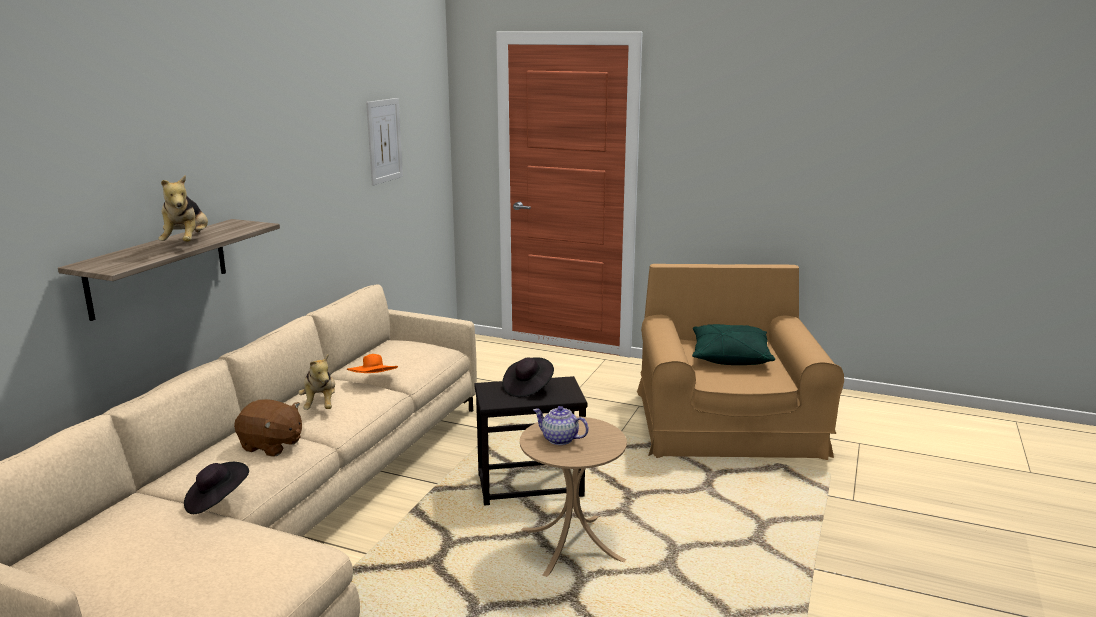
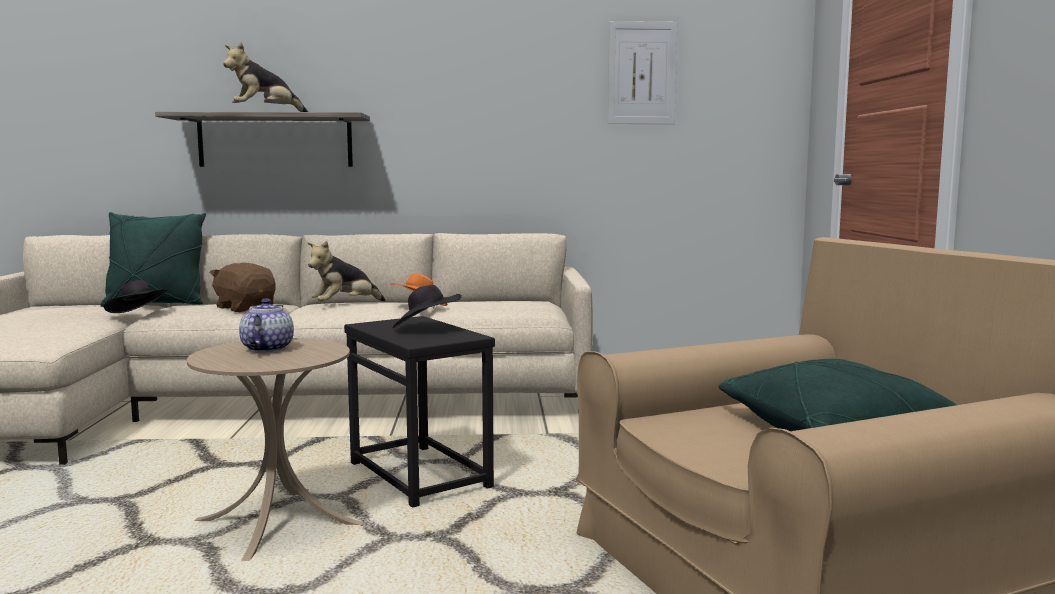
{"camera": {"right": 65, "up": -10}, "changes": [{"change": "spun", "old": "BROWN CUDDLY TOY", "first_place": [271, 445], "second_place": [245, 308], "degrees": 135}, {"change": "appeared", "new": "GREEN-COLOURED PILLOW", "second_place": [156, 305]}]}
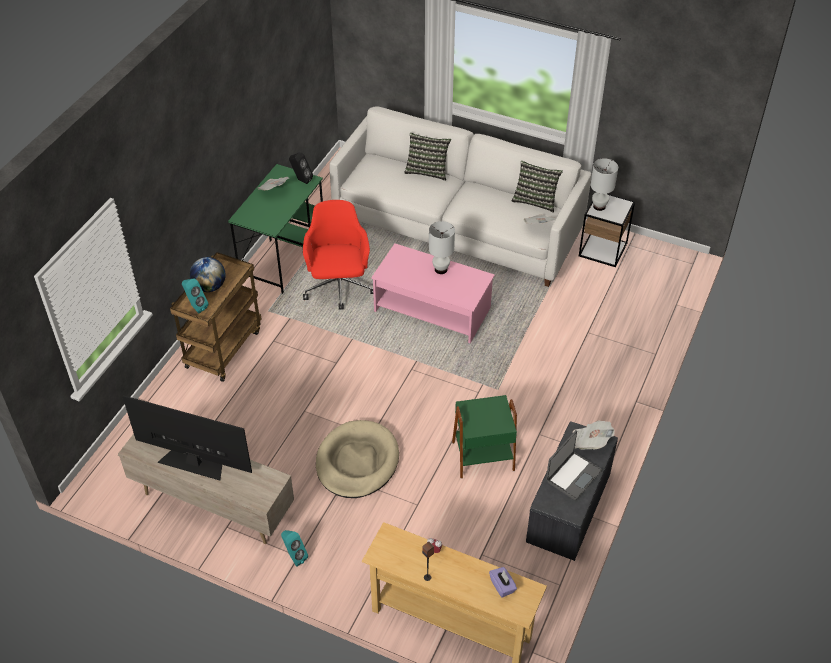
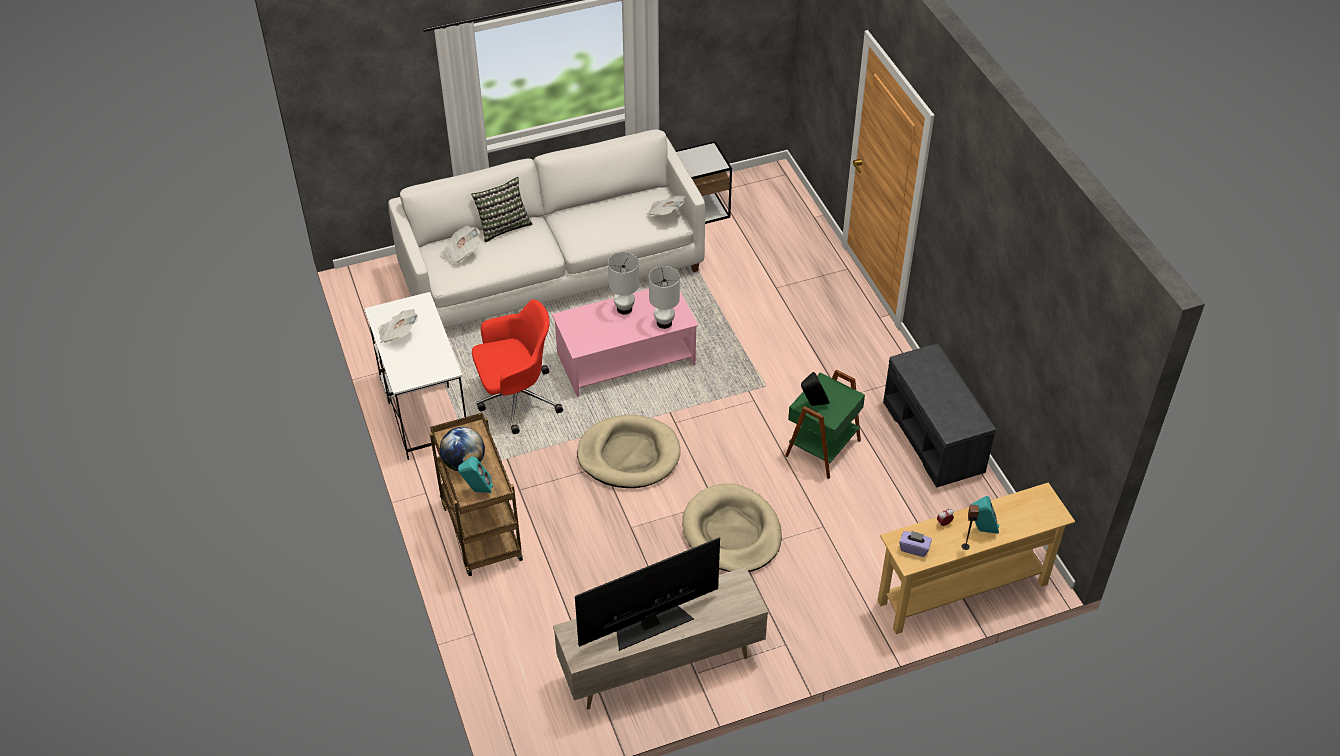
{"camera": {"right": -45, "up": 0}, "changes": [{"change": "colour", "old": "GREEN-COLOURED DESK", "new": "WHITE-COLOURED DESK", "first_place": [283, 257], "second_place": [423, 409]}, {"change": "relocated", "old": "TURQUOISE-COLOURED LOUDSPEAKER", "first_place": [294, 557], "second_place": [981, 529]}, {"change": "relocated", "old": "BLACKISH LOUDSPEAKER", "first_place": [301, 180], "second_place": [813, 404]}, {"change": "spun", "old": "RED OFFICE CHAIR", "first_place": [339, 287], "second_place": [516, 399], "degrees": 120}, {"change": "relocated", "old": "PURPLE-COLOURED BOX OF TISSUES", "first_place": [502, 586], "second_place": [914, 548]}, {"change": "missing", "old": "PILLOW", "first_place": [535, 200]}, {"change": "missing", "old": "NOTEBOOK COMPUTER", "first_place": [572, 475]}, {"change": "relocated", "old": "DAILY PAPER", "first_place": [590, 441], "second_place": [460, 253]}, {"change": "relocated", "old": "WHITE-COLOURED TABLETOP LAMP", "first_place": [599, 206], "second_place": [664, 322]}, {"change": "appeared", "new": "BEIGE-COLOURED DOG BED", "second_place": [629, 455]}]}
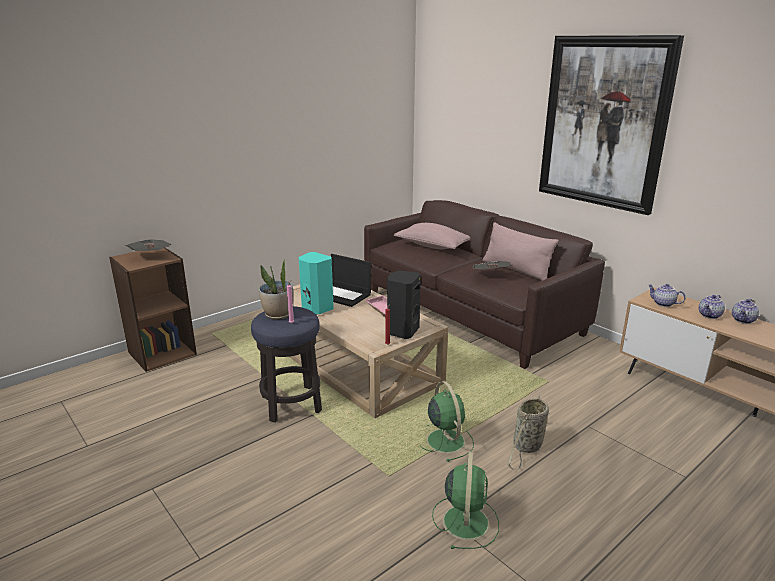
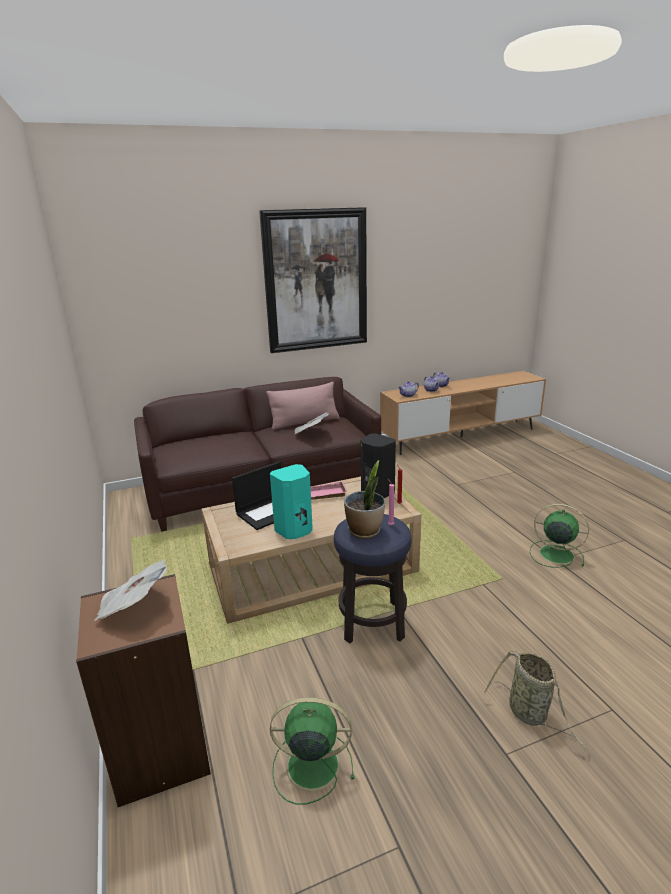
{"camera": {"right": -70, "up": 0}, "changes": [{"change": "missing", "old": "PINKISH PILLOW", "first_place": [432, 246]}, {"change": "relocated", "old": "GREEN-COLOURED FAN", "first_place": [444, 440], "second_place": [310, 765]}, {"change": "relocated", "old": "HOUSEHOLD BASKET", "first_place": [526, 447], "second_place": [530, 714]}]}
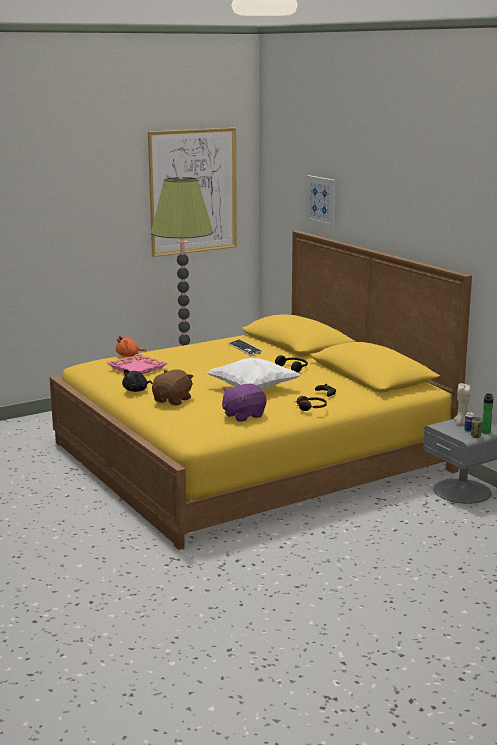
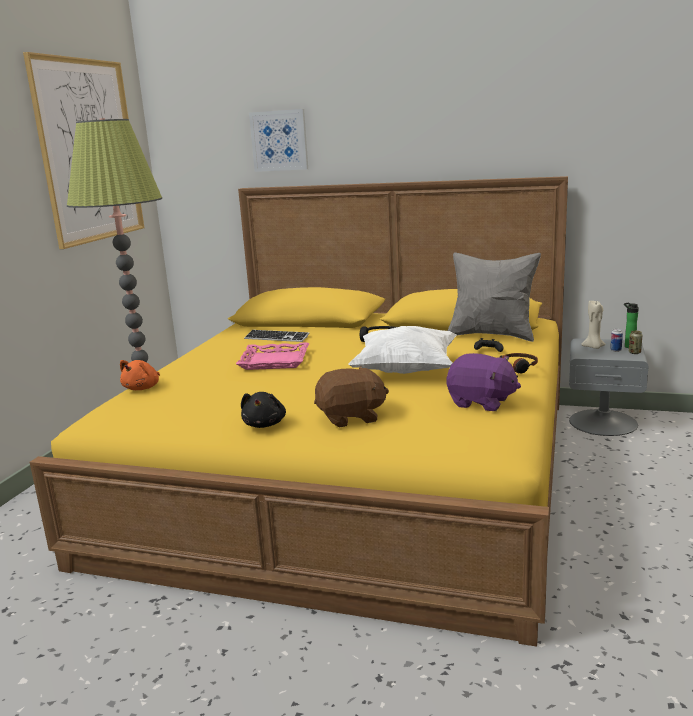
{"camera": {"right": -40, "up": 0}, "changes": [{"change": "relocated", "old": "PINKISH CARRYING TRAY", "first_place": [136, 368], "second_place": [274, 361]}, {"change": "spun", "old": "BROWN CUDDLY TOY", "first_place": [173, 400], "second_place": [351, 417], "degrees": 90}, {"change": "spun", "old": "PURPLE-COLOURED CUDDLY TOY", "first_place": [243, 415], "second_place": [481, 402], "degrees": -75}, {"change": "appeared", "new": "GREYISH PILLOW", "second_place": [492, 335]}]}
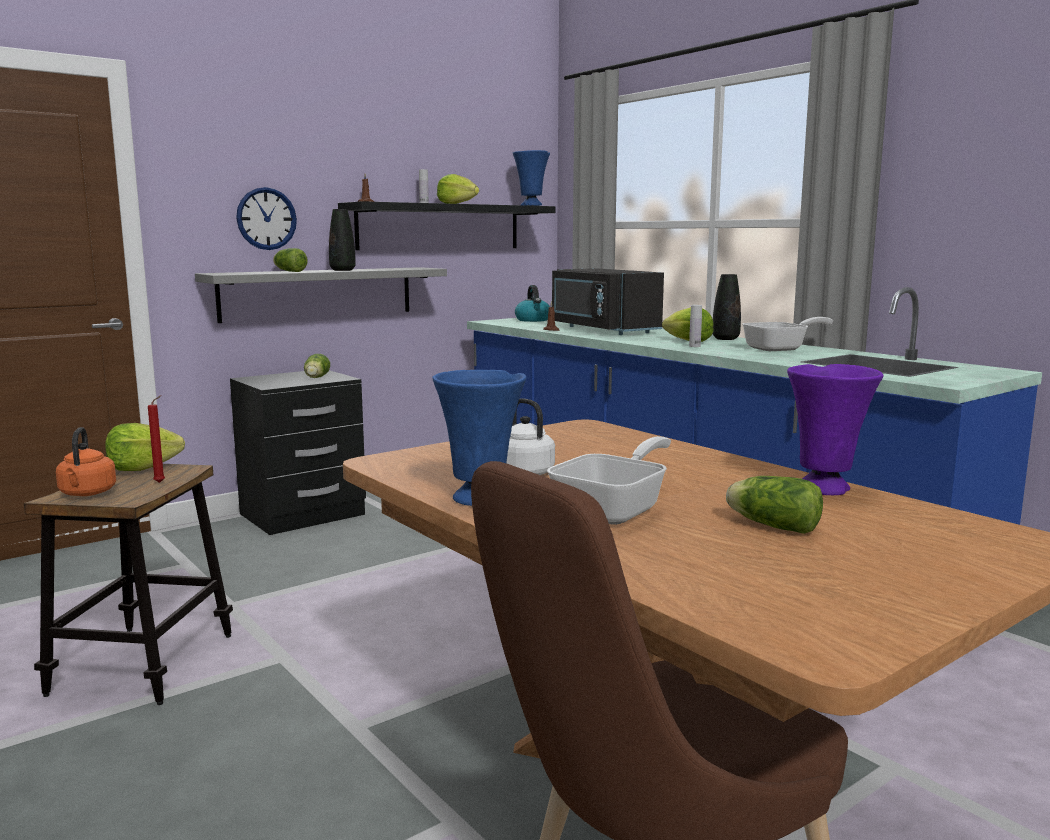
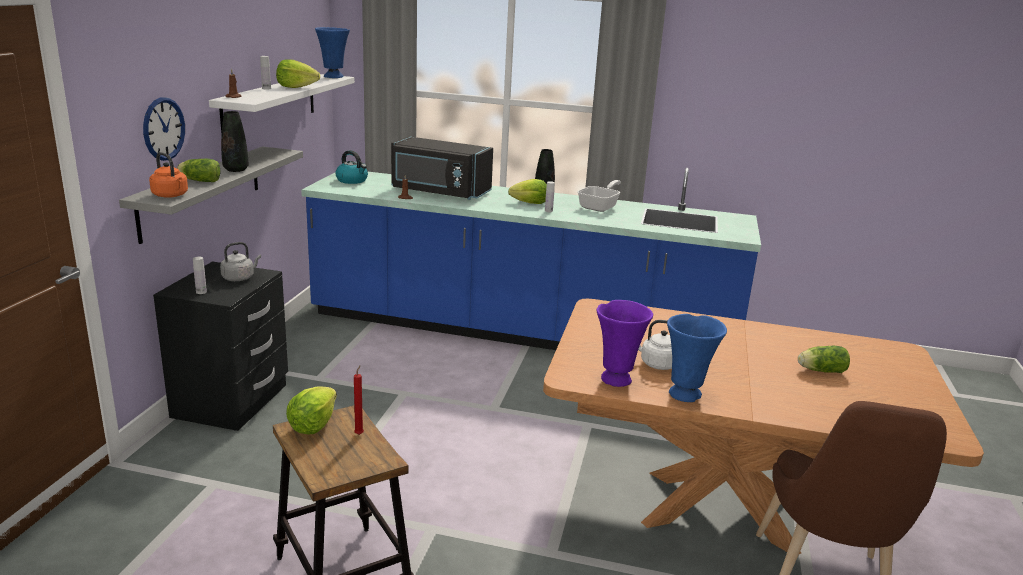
{"camera": {"right": -40, "up": 10}, "changes": [{"change": "relocated", "old": "ORANGEY KETTLE", "first_place": [87, 493], "second_place": [171, 195]}, {"change": "exchanged", "old": "LETTUCE", "new": "GREYISH KETTLE", "first_place": [316, 378], "second_place": [239, 278]}, {"change": "colour", "old": "BLACKISH BRACKET SHELF", "new": "WHITE-COLOURED BRACKET SHELF", "first_place": [440, 227], "second_place": [270, 105]}, {"change": "missing", "old": "PAN", "first_place": [615, 509]}, {"change": "relocated", "old": "PURPLE-COLOURED DECORATIVE VASE", "first_place": [825, 488], "second_place": [617, 379]}, {"change": "appeared", "new": "WHITE-COLOURED BOTTLE", "second_place": [201, 292]}]}
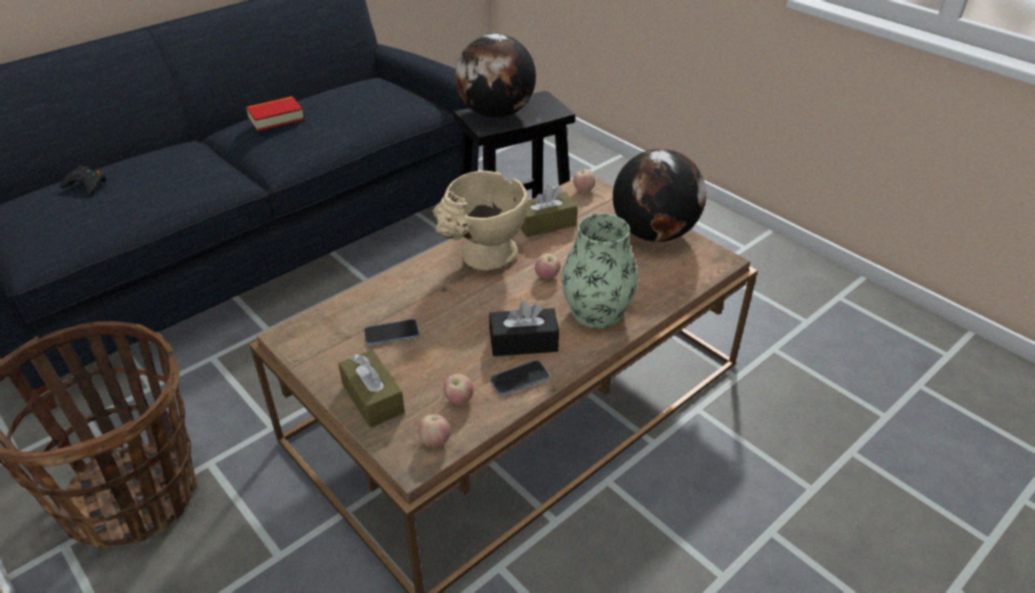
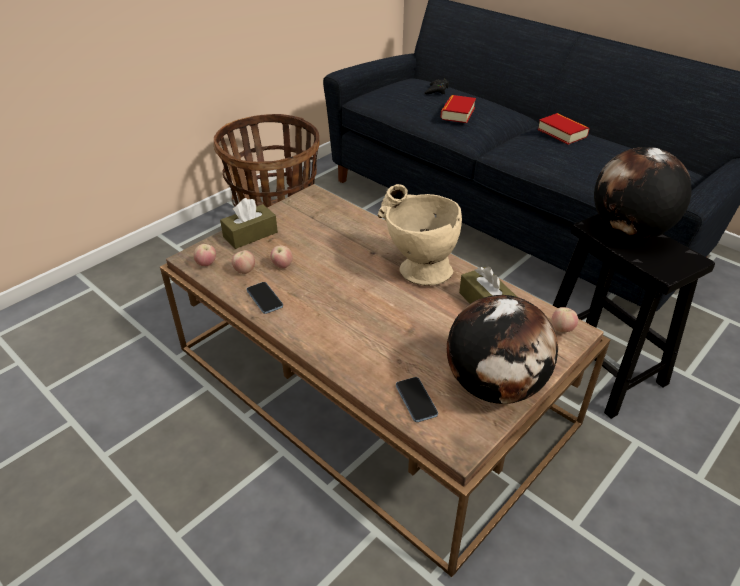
{"camera": {"right": 85, "up": 0}, "changes": [{"change": "relocated", "old": "TELEPHONE", "first_place": [391, 334], "second_place": [416, 400]}, {"change": "missing", "old": "BLACKISH BOX OF TISSUES", "first_place": [523, 342]}, {"change": "relocated", "old": "APPLE", "first_place": [547, 277], "second_place": [282, 266]}, {"change": "missing", "old": "DECORATIVE VASE", "first_place": [596, 311]}, {"change": "appeared", "new": "BOOK", "second_place": [457, 113]}]}
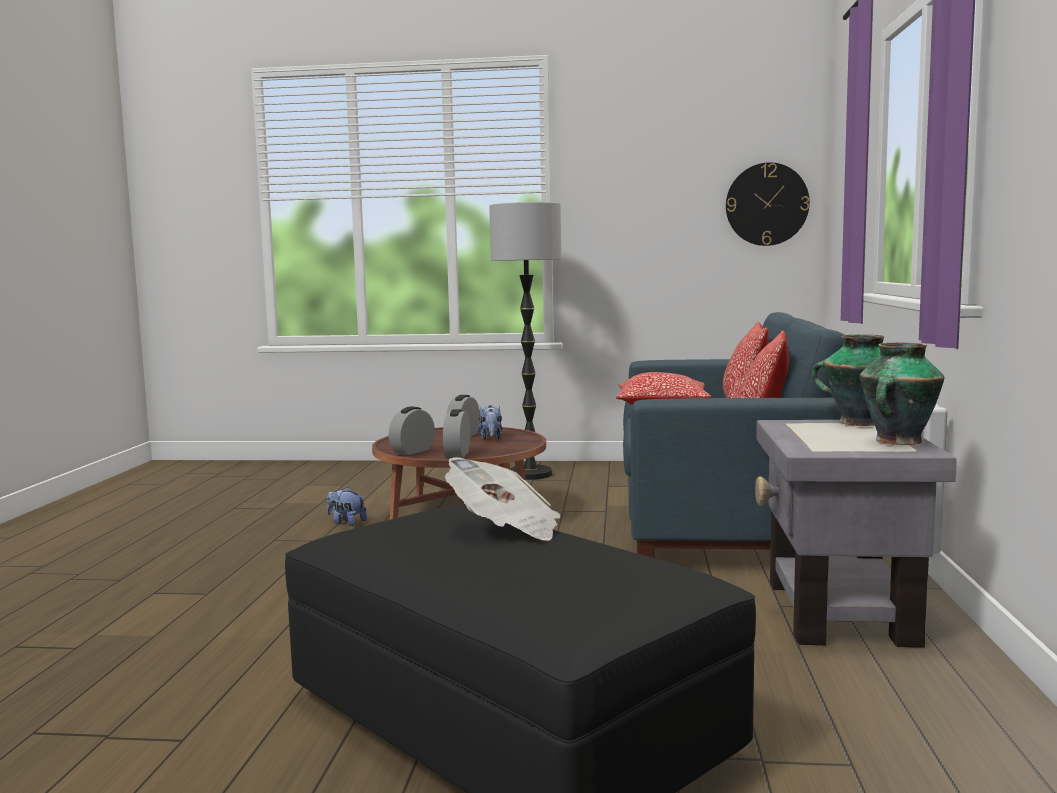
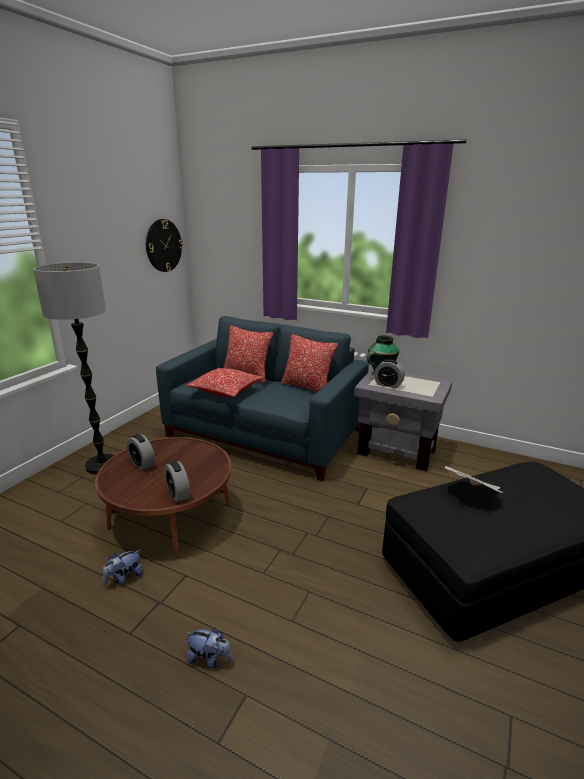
{"camera": {"right": -70, "up": 15}, "changes": [{"change": "relocated", "old": "ALARM CLOCK", "first_place": [457, 454], "second_place": [388, 385]}, {"change": "relocated", "old": "CUDDLY TOY", "first_place": [491, 438], "second_place": [209, 659]}, {"change": "missing", "old": "DECORATIVE VASE", "first_place": [897, 441]}]}
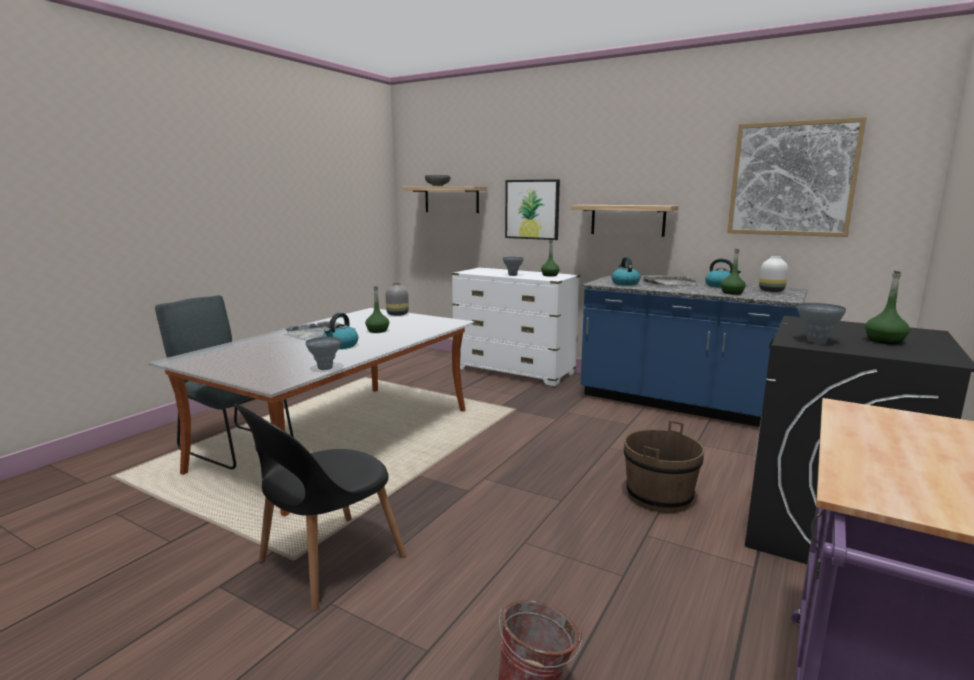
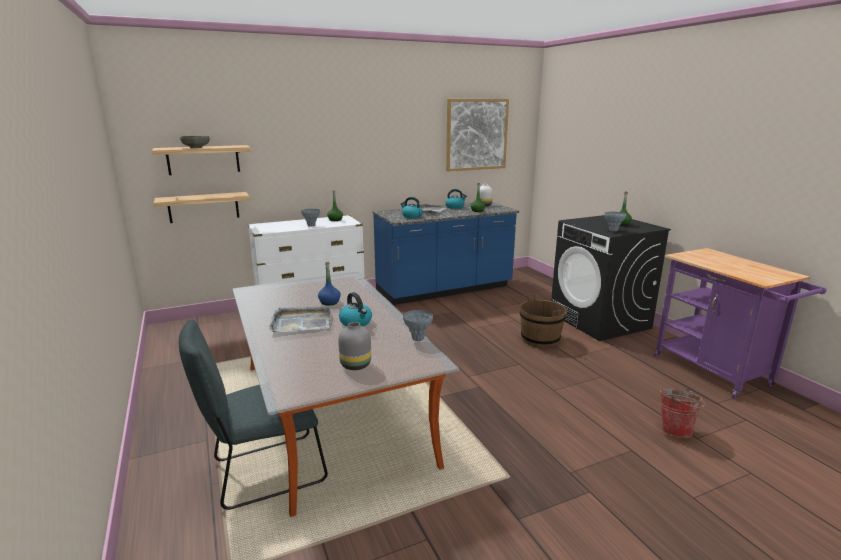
{"camera": {"right": -55, "up": 5}, "changes": [{"change": "missing", "old": "BLACKISH CHAIR", "first_place": [327, 562]}, {"change": "colour", "old": "GREEN-COLOURED BOTTLE", "new": "BLUE BOTTLE", "first_place": [377, 331], "second_place": [329, 302]}, {"change": "relocated", "old": "GREYISH DECORATIVE VASE", "first_place": [397, 314], "second_place": [356, 365]}, {"change": "missing", "old": "PICTURE", "first_place": [532, 209]}, {"change": "relocated", "old": "BRACKET SHELF", "first_place": [627, 220], "second_place": [203, 207]}]}
